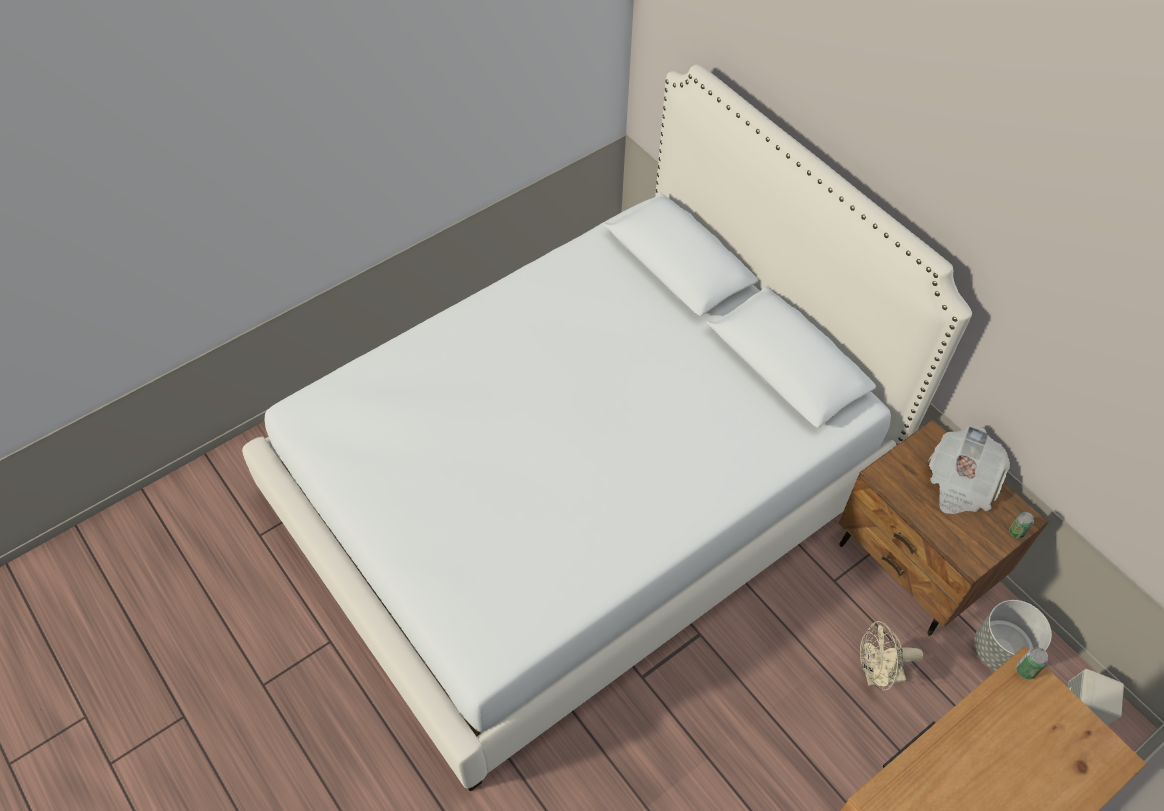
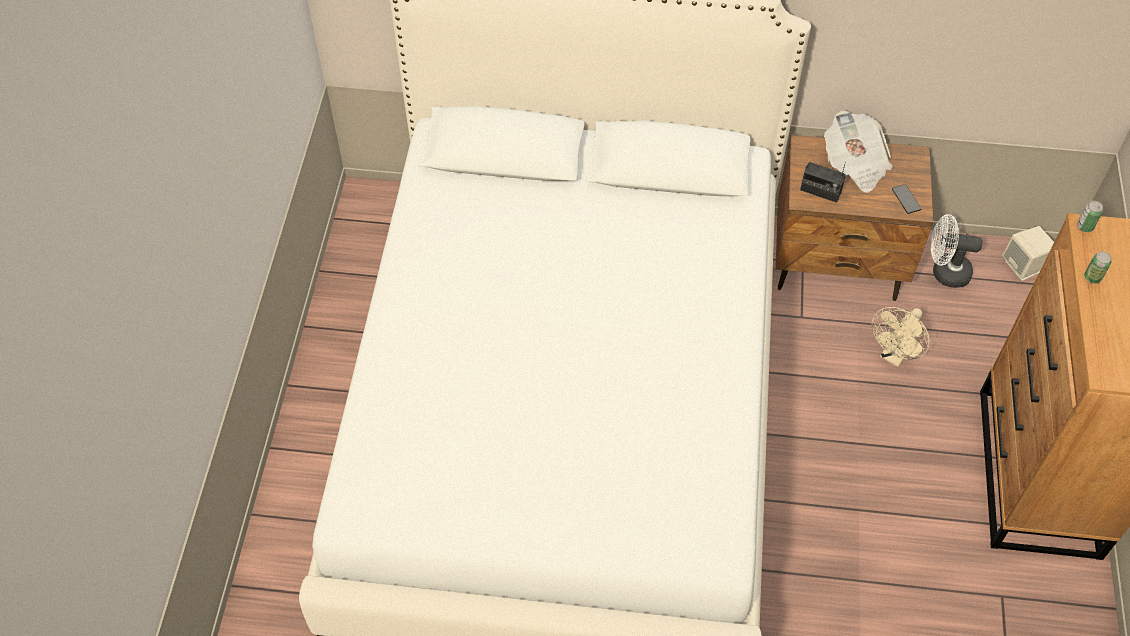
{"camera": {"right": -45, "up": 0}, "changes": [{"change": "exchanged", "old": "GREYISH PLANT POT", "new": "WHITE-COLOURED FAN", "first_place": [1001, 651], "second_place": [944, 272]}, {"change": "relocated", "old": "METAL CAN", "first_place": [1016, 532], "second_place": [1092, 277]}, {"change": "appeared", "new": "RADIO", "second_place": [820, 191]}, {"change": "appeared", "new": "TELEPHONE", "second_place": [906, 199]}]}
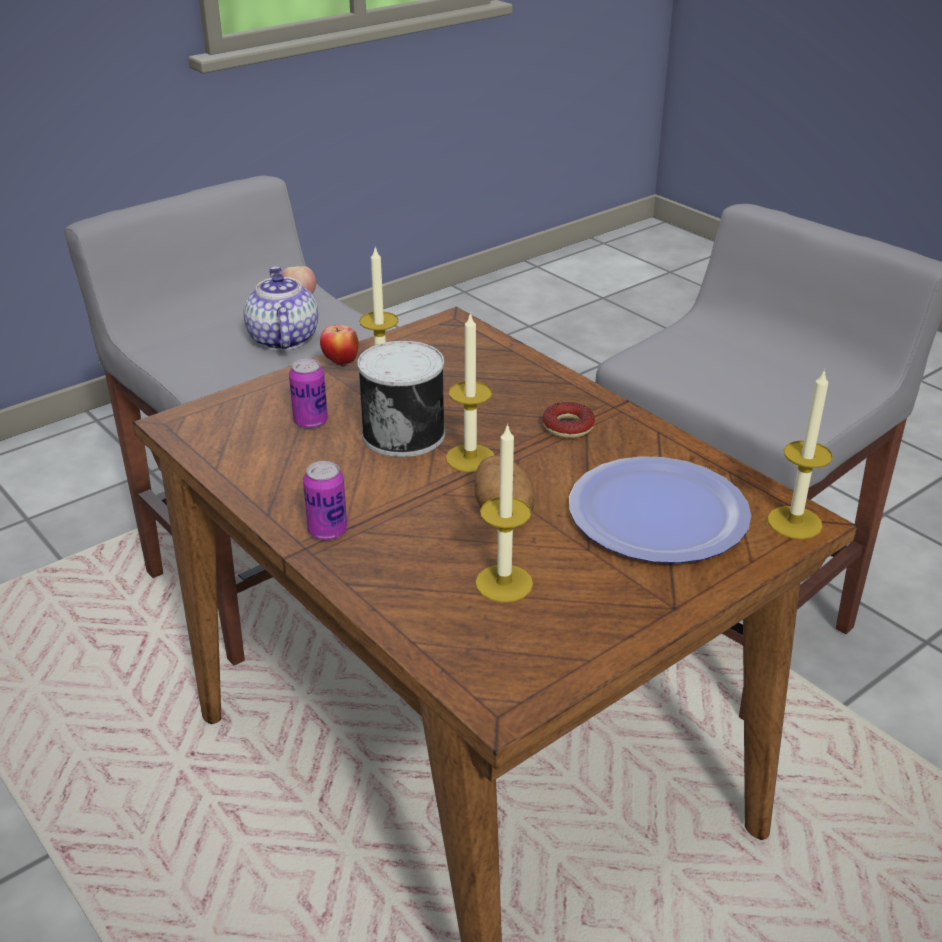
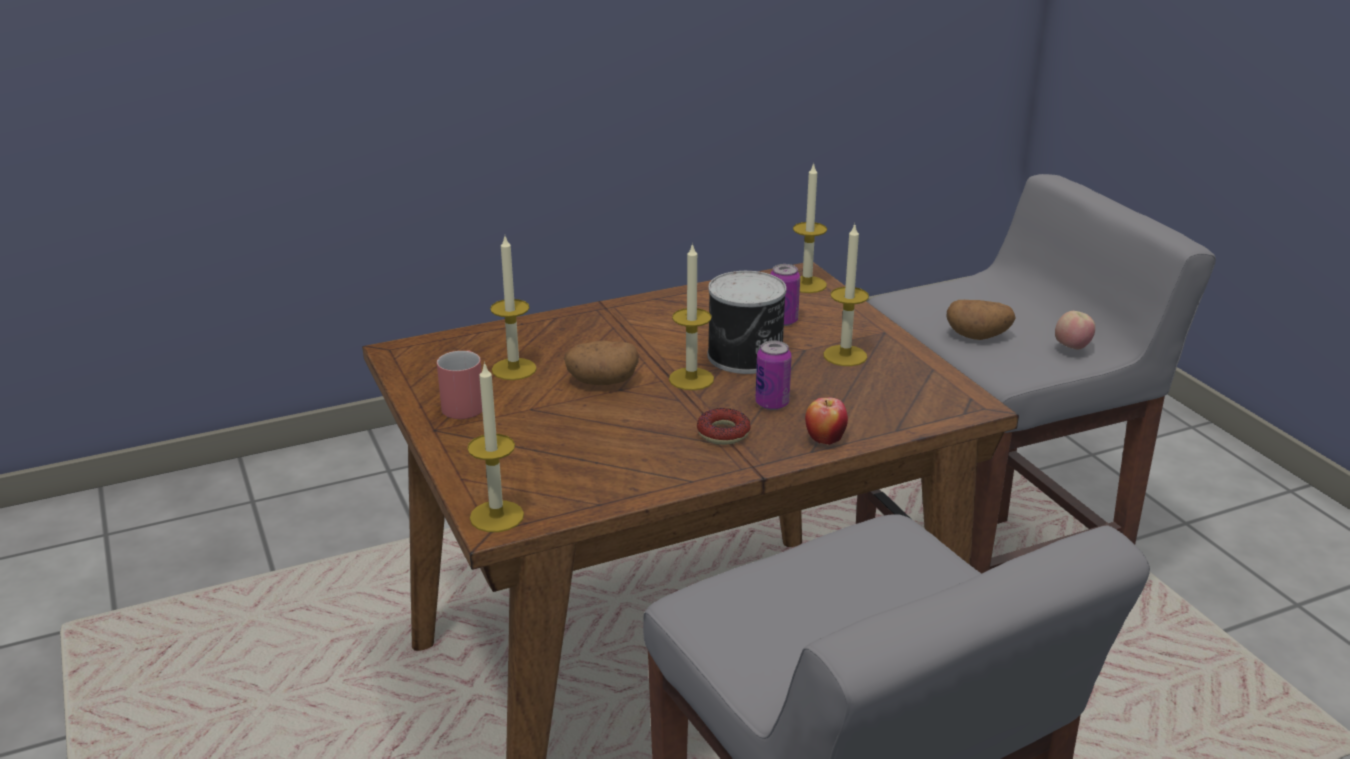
{"camera": {"right": 105, "up": -5}, "changes": [{"change": "exchanged", "old": "POT FOR TEA", "new": "WHOLE POTATO", "first_place": [282, 340], "second_place": [978, 336]}, {"change": "relocated", "old": "METAL CAN", "first_place": [328, 531], "second_place": [772, 403]}, {"change": "relocated", "old": "APPLE", "first_place": [340, 363], "second_place": [825, 440]}, {"change": "missing", "old": "FLAT DISH", "first_place": [658, 513]}, {"change": "appeared", "new": "RED MUG", "second_place": [466, 403]}, {"change": "appeared", "new": "WAX CANDLE", "second_place": [807, 284]}]}
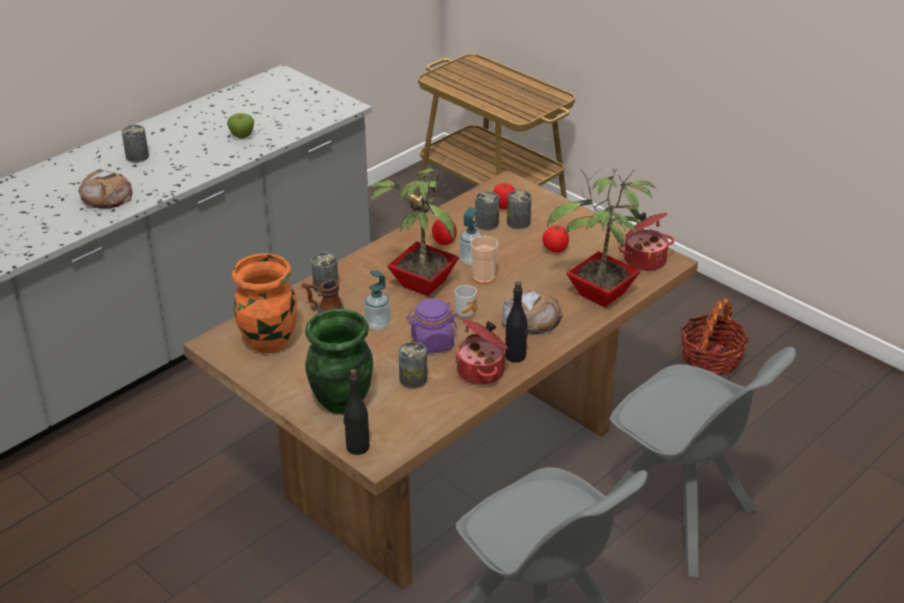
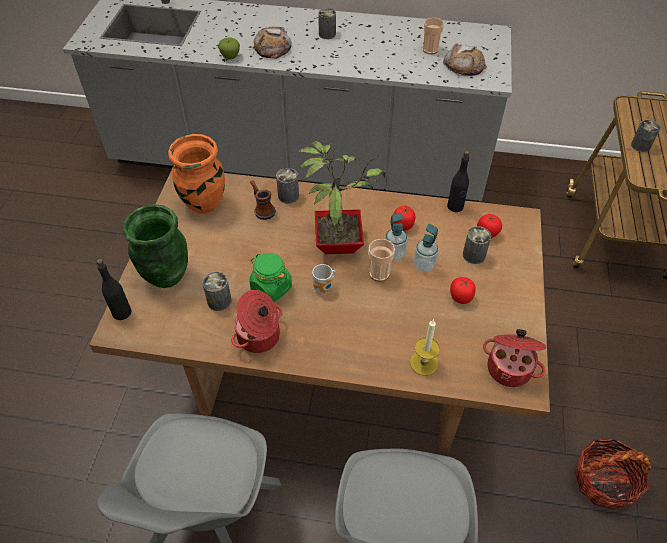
{"camera": {"right": 55, "up": 15}, "changes": [{"change": "relocated", "old": "APPLE", "first_place": [242, 136], "second_place": [230, 57]}, {"change": "relocated", "old": "SOAP BOTTLE", "first_place": [378, 325], "second_place": [424, 265]}, {"change": "colour", "old": "PURPLE-COLOURED STORAGE JAR", "new": "GREEN-COLOURED STORAGE JAR", "first_place": [432, 343], "second_place": [271, 288]}, {"change": "relocated", "old": "METAL CAN", "first_place": [486, 224], "second_place": [640, 145]}, {"change": "relocated", "old": "BREAD", "first_place": [531, 319], "second_place": [464, 65]}, {"change": "relocated", "old": "BLACKISH BOTTLE", "first_place": [515, 356], "second_place": [455, 206]}, {"change": "exchanged", "old": "HOUSEPLANT", "new": "WAX CANDLE", "first_place": [599, 296], "second_place": [424, 363]}, {"change": "appeared", "new": "CUP", "second_place": [430, 50]}]}
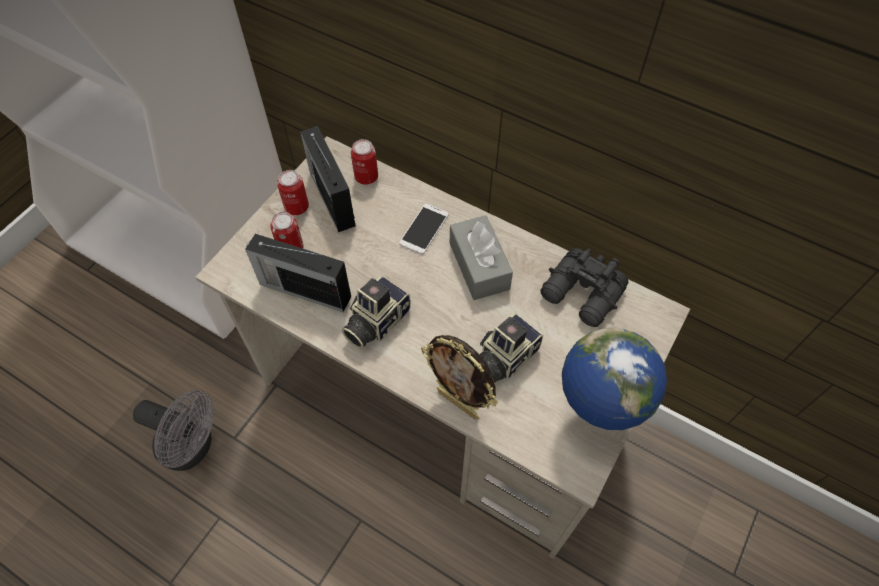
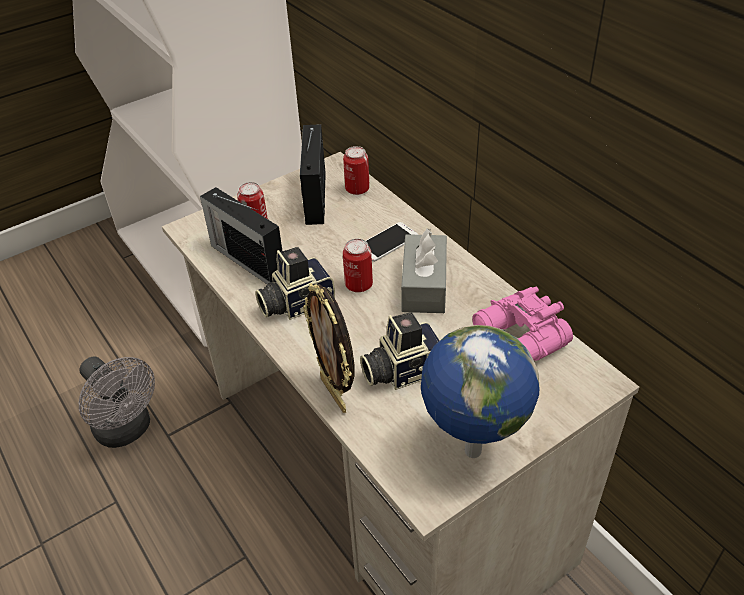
{"camera": {"right": 25, "up": -15}, "changes": [{"change": "relocated", "old": "METAL CAN", "first_place": [296, 207], "second_place": [358, 285]}, {"change": "colour", "old": "BLACKISH FIELD GLASSES", "new": "PINKISH FIELD GLASSES", "first_place": [582, 295], "second_place": [519, 339]}]}
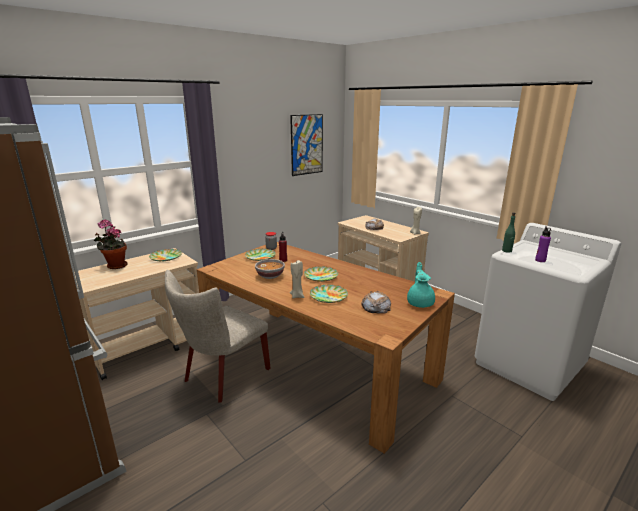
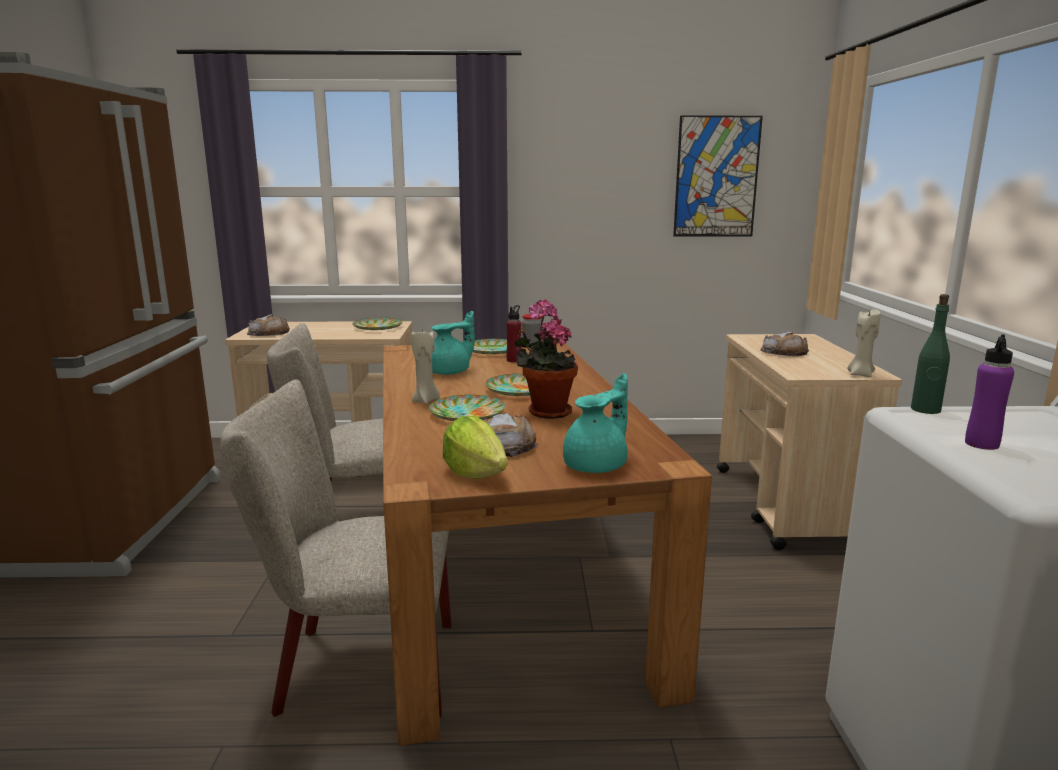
{"camera": {"right": 40, "up": -5}, "changes": [{"change": "relocated", "old": "HOUSEPLANT", "first_place": [115, 266], "second_place": [546, 412]}, {"change": "exchanged", "old": "SERVING BOWL", "new": "TURQUOISE-COLOURED POT FOR TEA", "first_place": [270, 276], "second_place": [450, 372]}, {"change": "appeared", "new": "BEIGE-COLOURED CHAIR", "second_place": [355, 668]}, {"change": "appeared", "new": "BREAD", "second_place": [269, 333]}, {"change": "appeared", "new": "LETTUCE", "second_place": [475, 473]}]}
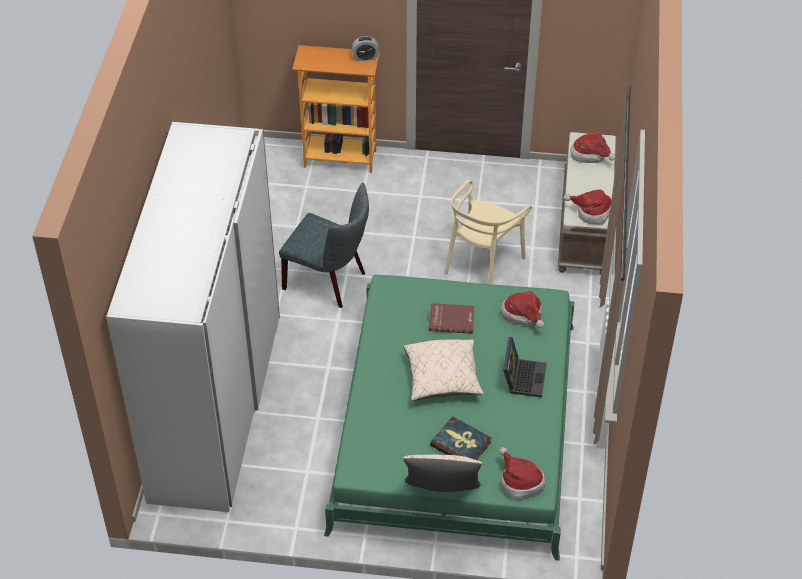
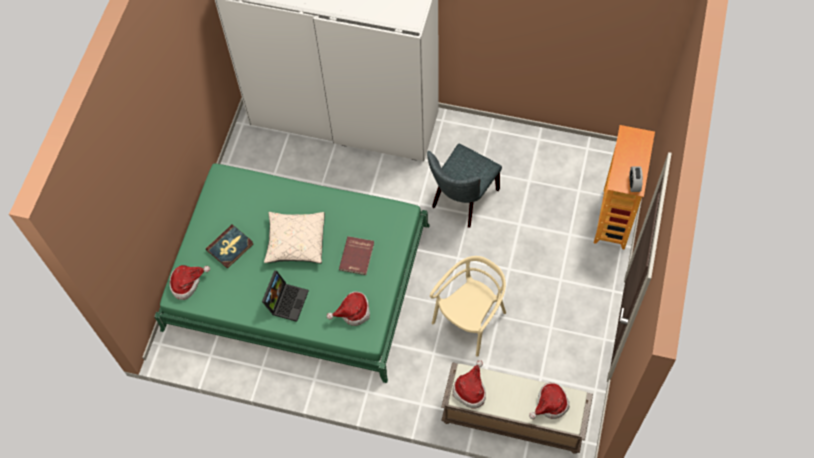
{"camera": {"right": 100, "up": 15}, "changes": [{"change": "missing", "old": "BEIGE-COLOURED PILLOW", "first_place": [442, 491]}, {"change": "spun", "old": "BEIGE-COLOURED CHAIR", "first_place": [482, 263], "second_place": [470, 320], "degrees": 90}, {"change": "spun", "old": "NOTEBOOK COMPUTER", "first_place": [522, 377], "second_place": [286, 300], "degrees": -90}]}
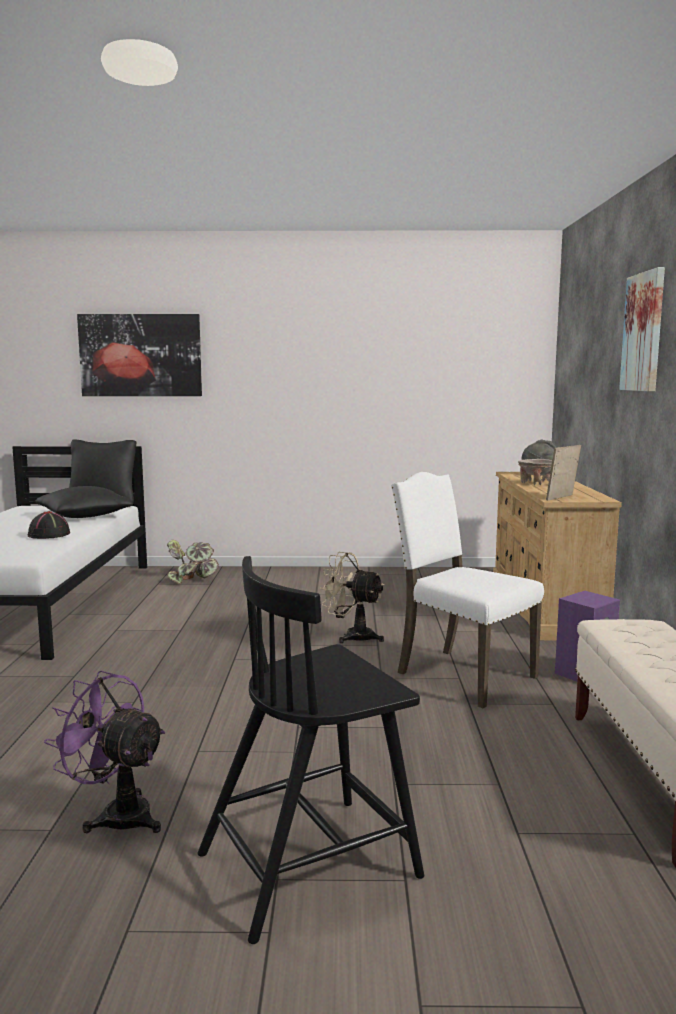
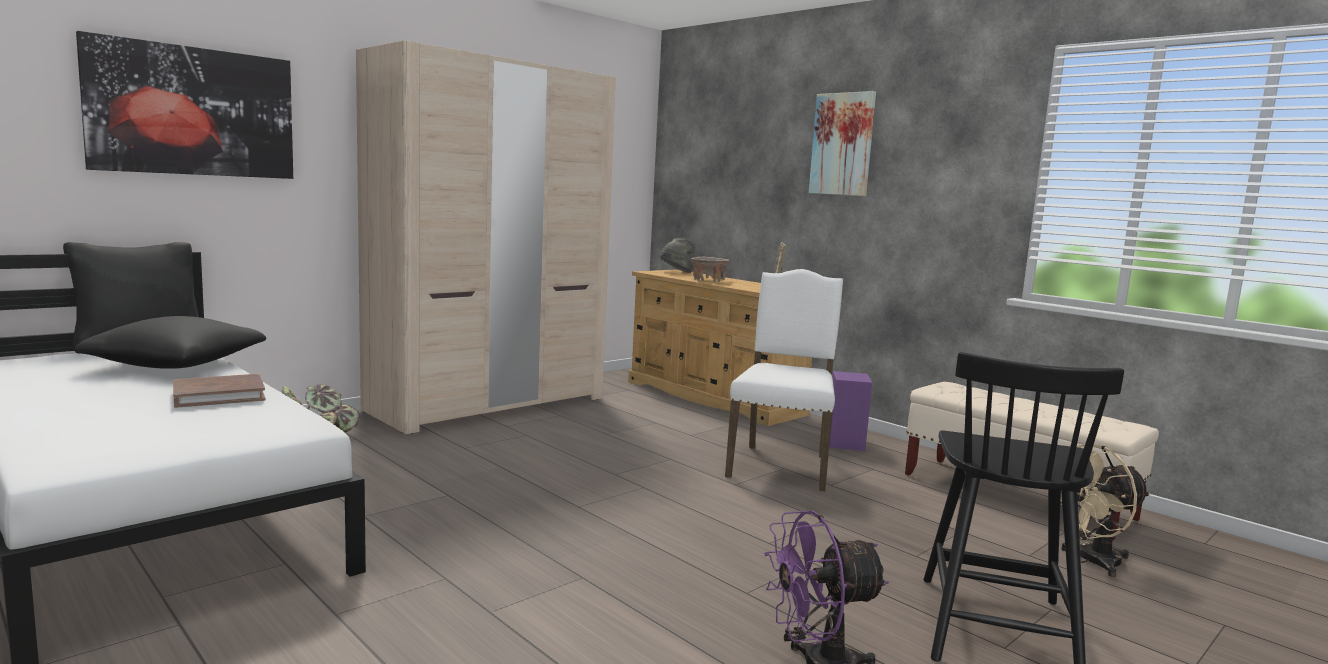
{"camera": {"right": -45, "up": 0}, "changes": [{"change": "exchanged", "old": "BLACKISH CLOTHING HAT", "new": "BROWN BOOK", "first_place": [49, 535], "second_place": [219, 395]}, {"change": "relocated", "old": "BEIGE-COLOURED FAN", "first_place": [352, 636], "second_place": [1090, 561]}, {"change": "spun", "old": "WHITE-COLOURED CHAIR", "first_place": [462, 675], "second_place": [781, 465], "degrees": 105}, {"change": "appeared", "new": "BEIGE-COLOURED WARDROBE", "second_place": [488, 404]}]}
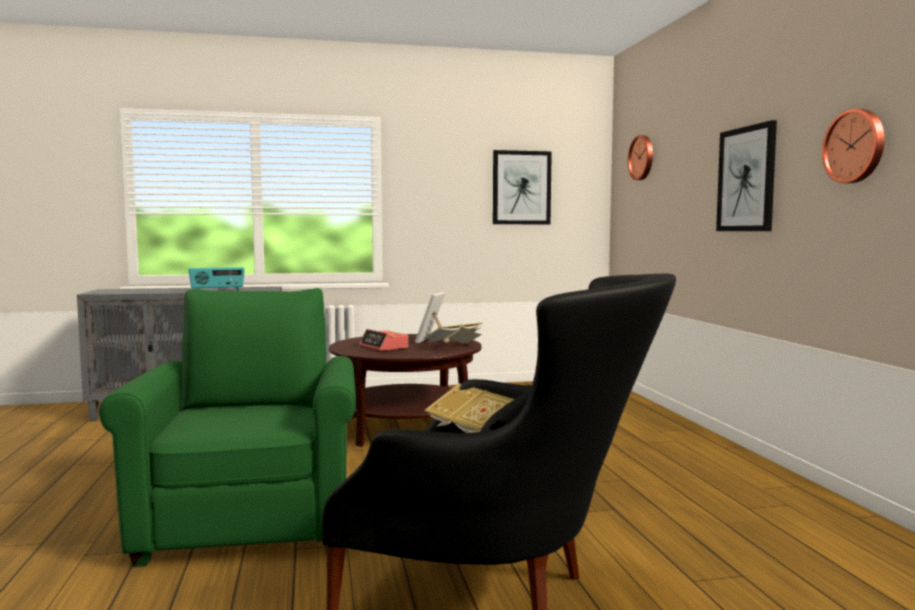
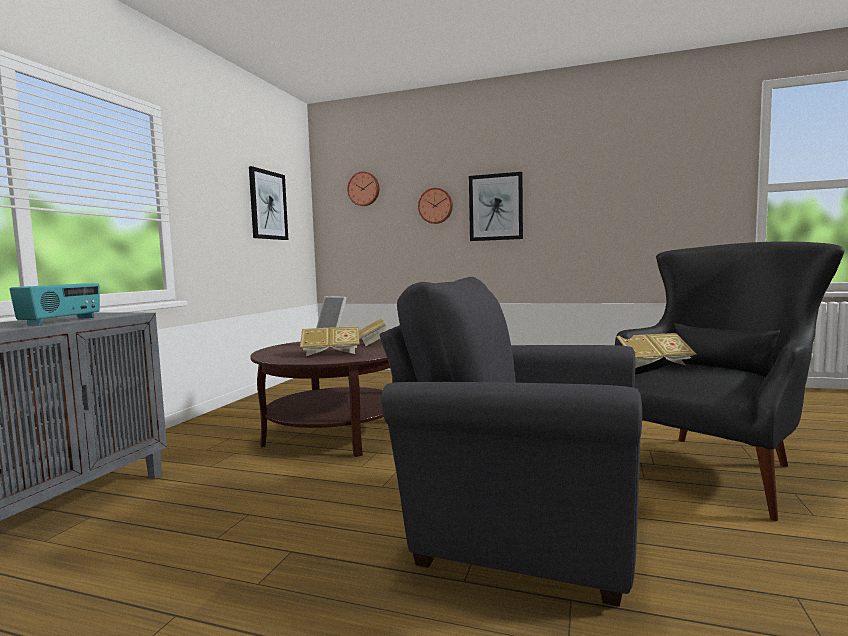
{"camera": {"right": -60, "up": 0}, "changes": [{"change": "colour", "old": "GREEN-COLOURED EASY CHAIR", "new": "GREYISH EASY CHAIR", "first_place": [253, 519], "second_place": [518, 525]}, {"change": "exchanged", "old": "ALARM CLOCK", "new": "BOOK", "first_place": [384, 347], "second_place": [331, 353]}, {"change": "relocated", "old": "HANGING CLOCK", "first_place": [855, 146], "second_place": [435, 206]}]}
